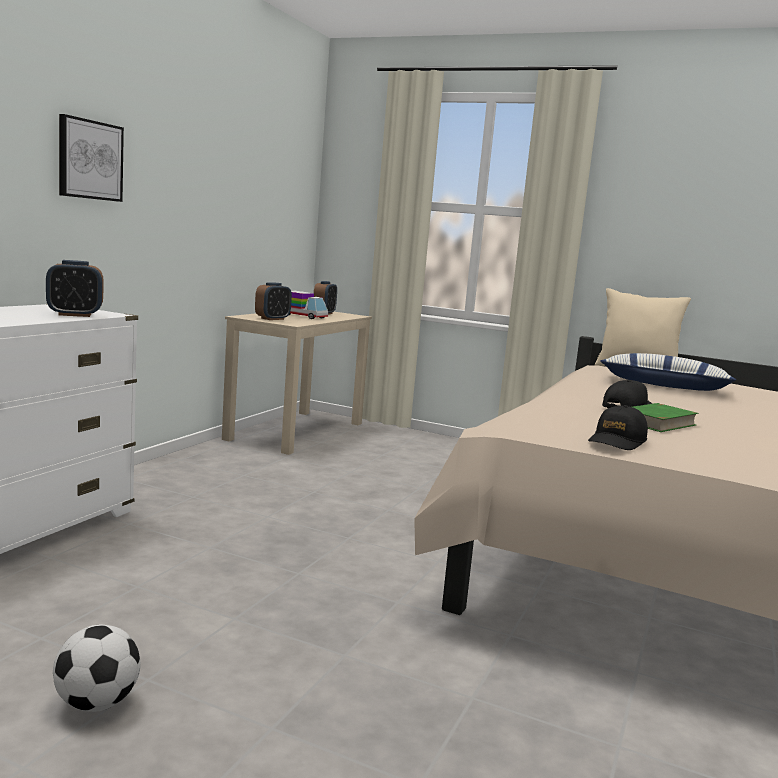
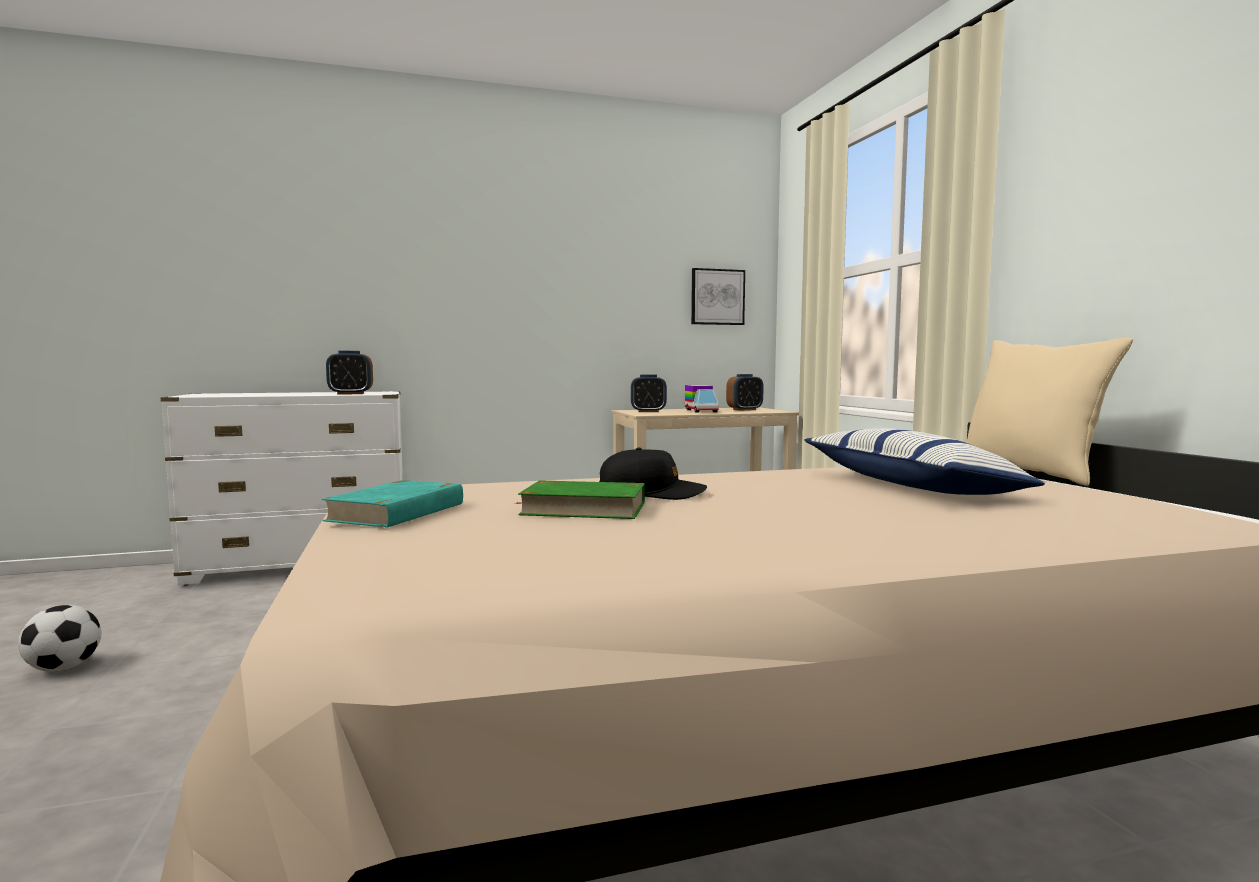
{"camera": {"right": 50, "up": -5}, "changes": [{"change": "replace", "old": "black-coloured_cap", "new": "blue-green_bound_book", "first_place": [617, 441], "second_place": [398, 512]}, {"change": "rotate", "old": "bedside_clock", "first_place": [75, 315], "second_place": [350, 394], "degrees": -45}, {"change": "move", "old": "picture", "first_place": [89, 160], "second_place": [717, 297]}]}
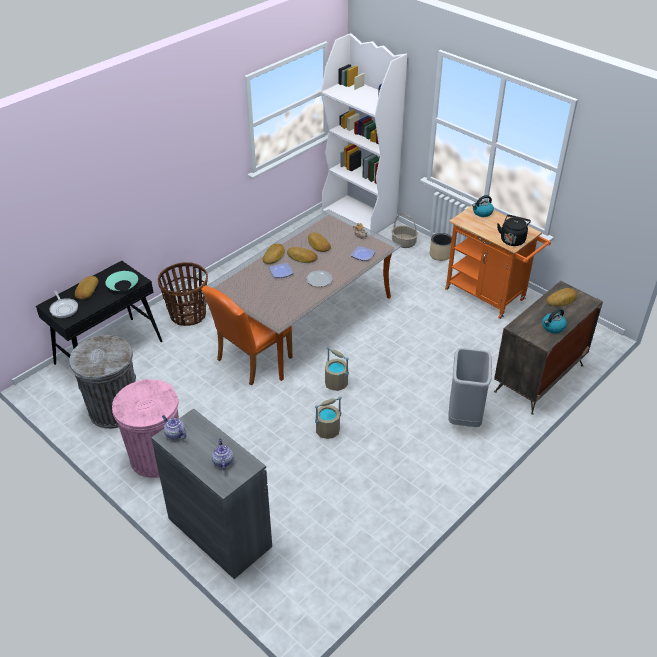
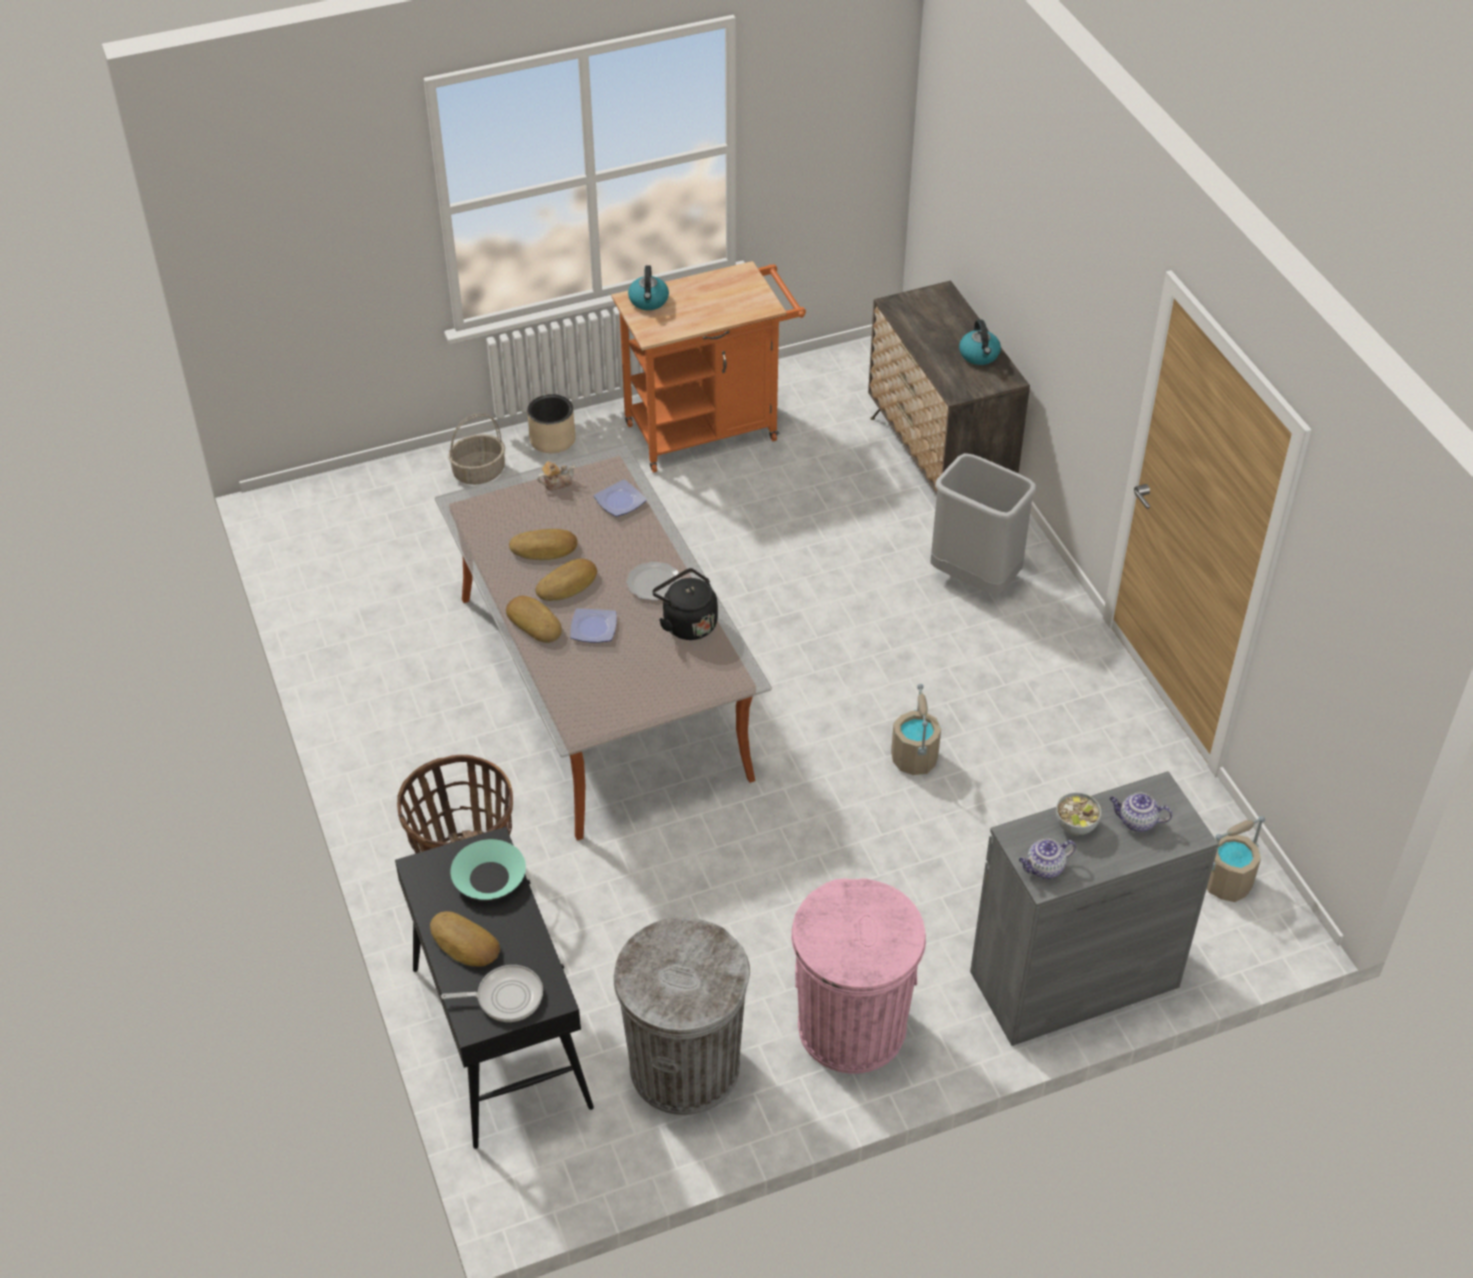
{"camera": {"right": -65, "up": 5}, "changes": [{"change": "move", "old": "black-coloured_tea_kettle", "first_place": [512, 239], "second_place": [687, 623]}, {"change": "insert", "new": "serving_bowl", "second_place": [1076, 825]}, {"change": "move", "old": "beige_pail", "first_place": [336, 383], "second_place": [1227, 882]}, {"change": "delete", "old": "orange-coloured_plain_chair", "first_place": [250, 361]}, {"change": "delete", "old": "white_bookcase", "first_place": [359, 216]}, {"change": "delete", "old": "bakery_bread", "first_place": [561, 300]}]}
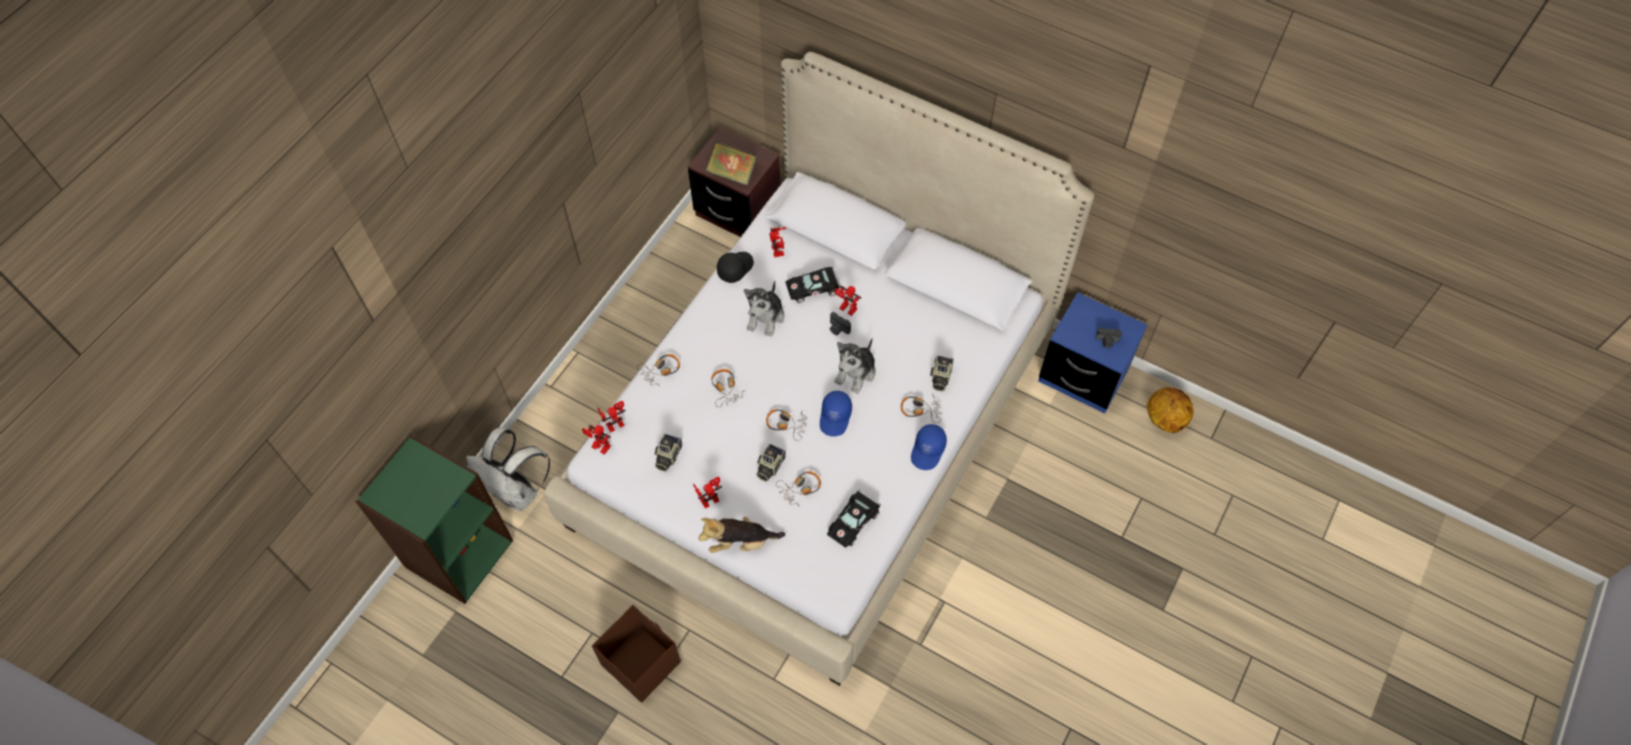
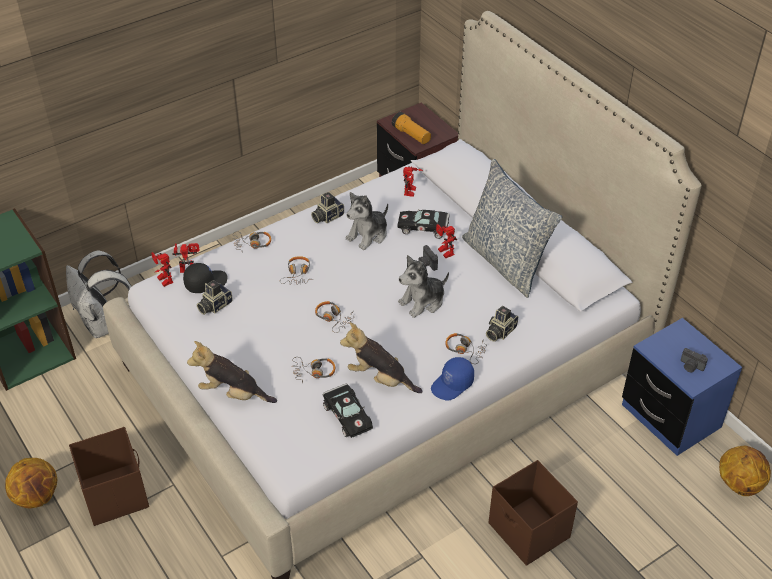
{"camera": {"right": 25, "up": -15}, "changes": [{"change": "insert", "new": "basketball_ball", "second_place": [37, 497]}, {"change": "move", "old": "black-coloured_cap", "first_place": [735, 268], "second_place": [205, 282]}, {"change": "move", "old": "still_camera", "first_place": [769, 466], "second_place": [327, 216]}, {"change": "rotate", "old": "black-coloured_toy_car", "first_place": [854, 521], "second_place": [347, 415], "degrees": -90}, {"change": "insert", "new": "soft_toy", "second_place": [380, 378]}, {"change": "replace", "old": "bound_book", "new": "flashlight", "first_place": [732, 173], "second_place": [411, 135]}, {"change": "insert", "new": "throw_pillow", "second_place": [506, 262]}, {"change": "insert", "new": "brown-coloured_storage_container", "second_place": [529, 532]}, {"change": "delete", "old": "toy_robot", "first_place": [709, 497]}, {"change": "delete", "old": "blue-coloured_cap", "first_place": [836, 417]}]}
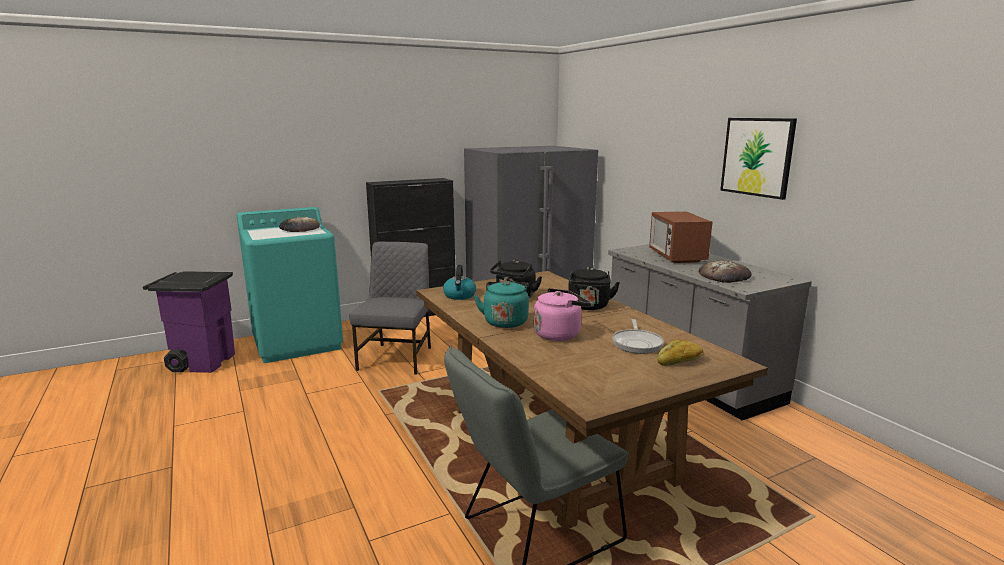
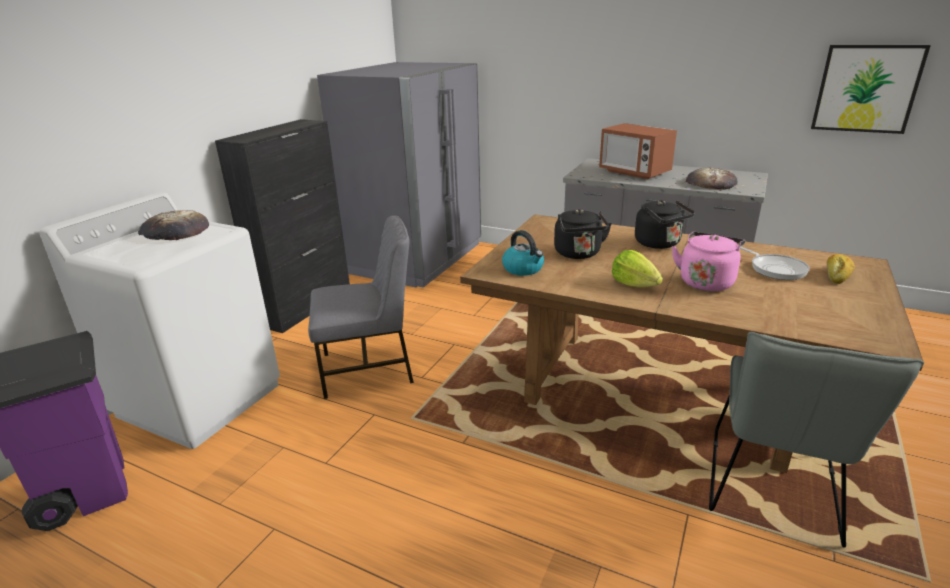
{"camera": {"right": -35, "up": 10}, "changes": [{"change": "recolor", "old": "blue-green_laundry_appliance", "new": "white_laundry_appliance", "first_place": [298, 342], "second_place": [200, 399]}, {"change": "rotate", "old": "grey_plain_chair", "first_place": [397, 358], "second_place": [369, 369], "degrees": 105}, {"change": "replace", "old": "blue-green_tea_kettle", "new": "lettuce", "first_place": [505, 321], "second_place": [634, 284]}, {"change": "move", "old": "picture", "first_place": [757, 157], "second_place": [866, 88]}]}
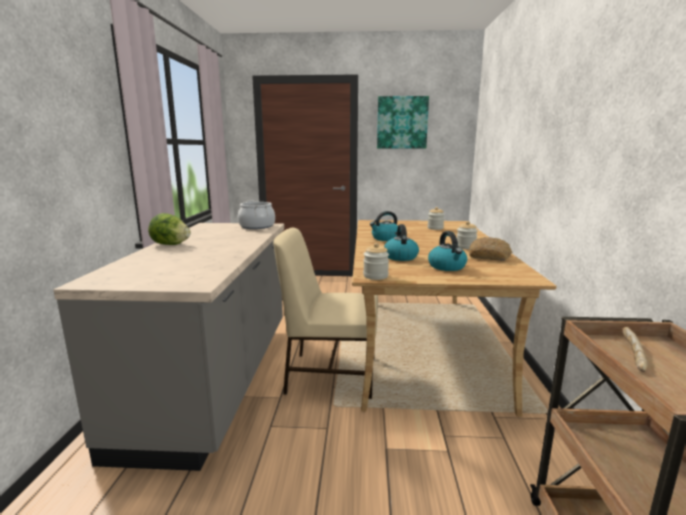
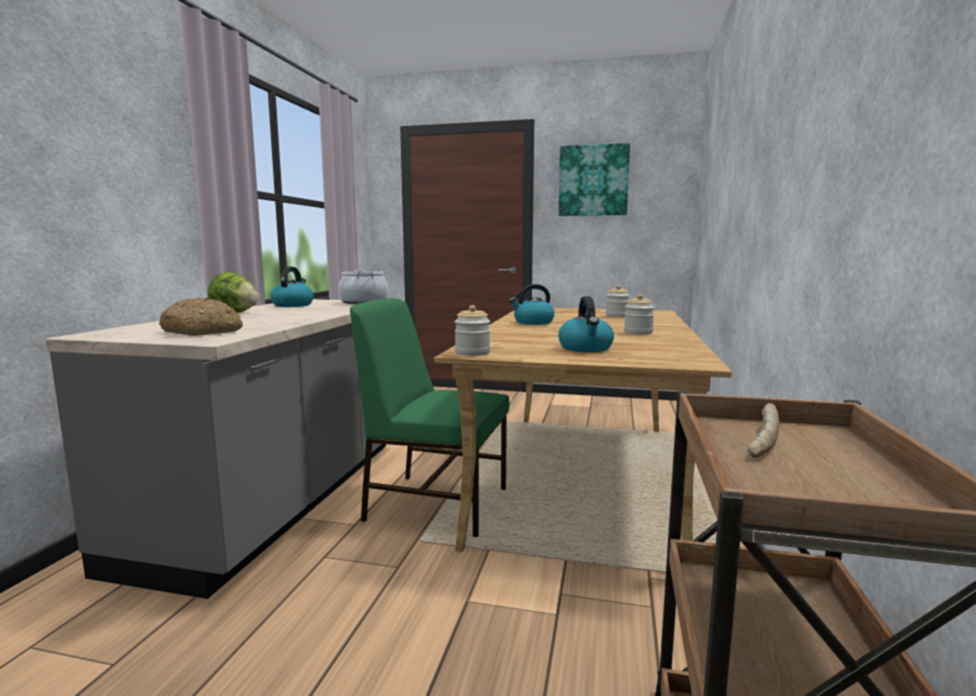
{"camera": {"right": 10, "up": -5}, "changes": [{"change": "move", "old": "bakery_bread", "first_place": [489, 256], "second_place": [203, 331]}, {"change": "move", "old": "tea_kettle", "first_place": [400, 257], "second_place": [293, 305]}, {"change": "recolor", "old": "beige_plain_chair", "new": "greenish_plain_chair", "first_place": [330, 374], "second_place": [435, 503]}]}
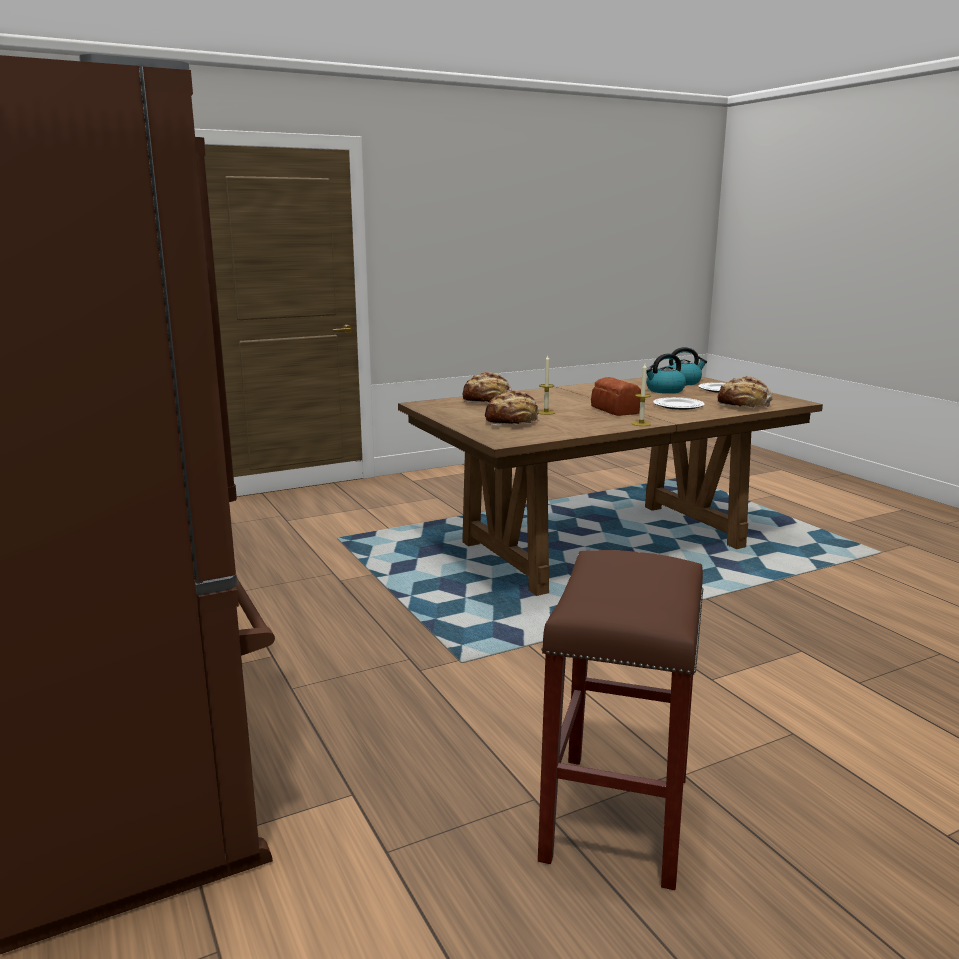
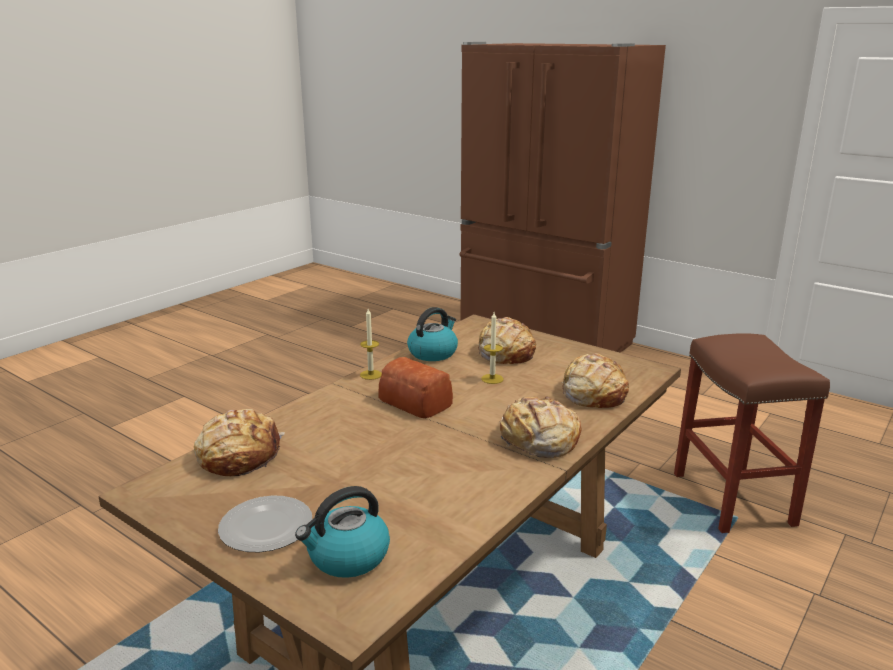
{"camera": {"right": 155, "up": 5}, "changes": [{"change": "move", "old": "tea_kettle", "first_place": [664, 390], "second_place": [433, 353]}, {"change": "insert", "new": "bakery_bread", "second_place": [538, 440]}, {"change": "move", "old": "brown-coloured_stool_seat", "first_place": [617, 819], "second_place": [731, 498]}, {"change": "delete", "old": "dinner_plate", "first_place": [678, 405]}]}
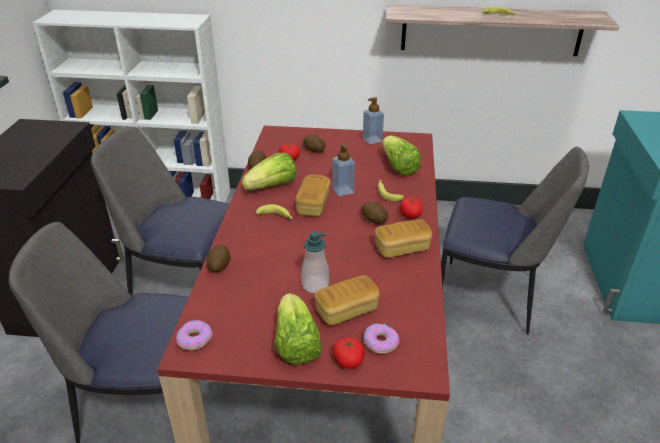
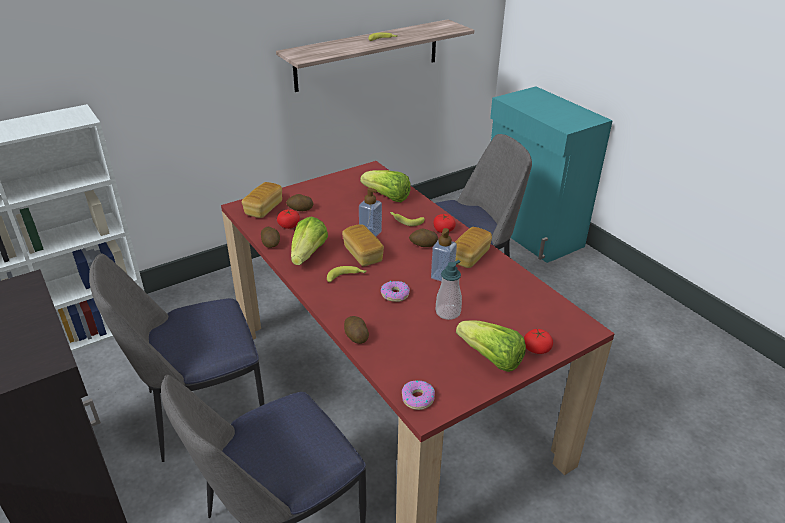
{"camera": {"right": -40, "up": 0}, "changes": [{"change": "move", "old": "bakery_bread", "first_place": [346, 310], "second_place": [263, 209]}, {"change": "move", "old": "donut", "first_place": [380, 342], "second_place": [395, 294]}, {"change": "move", "old": "liquid_soap_bottle", "first_place": [372, 140], "second_place": [442, 276]}]}
